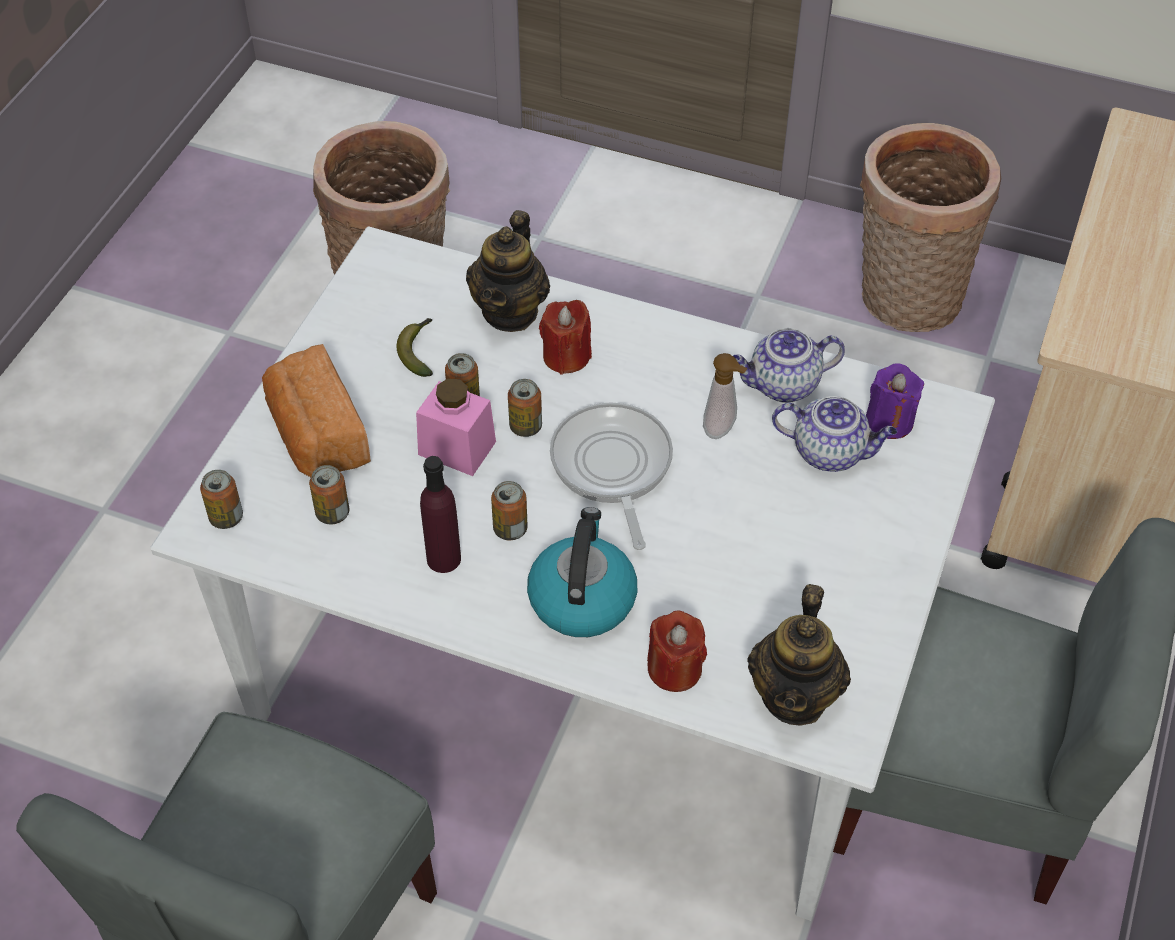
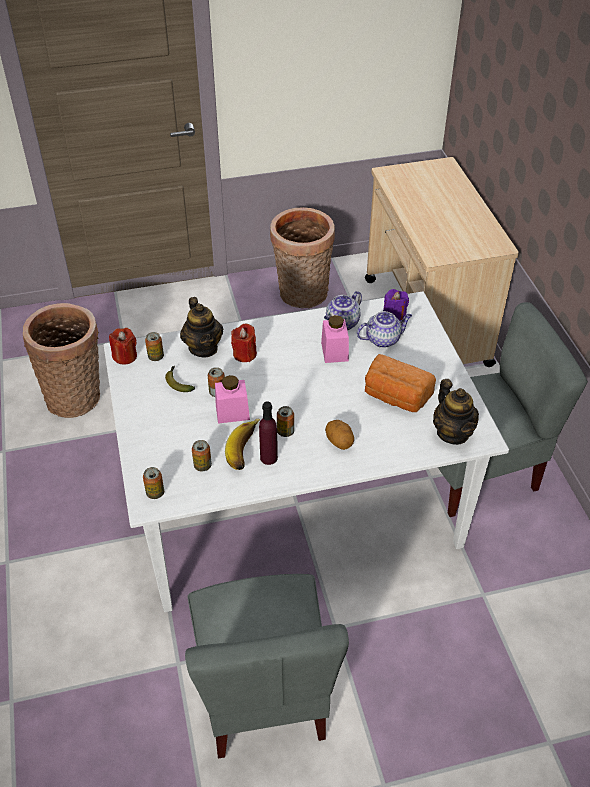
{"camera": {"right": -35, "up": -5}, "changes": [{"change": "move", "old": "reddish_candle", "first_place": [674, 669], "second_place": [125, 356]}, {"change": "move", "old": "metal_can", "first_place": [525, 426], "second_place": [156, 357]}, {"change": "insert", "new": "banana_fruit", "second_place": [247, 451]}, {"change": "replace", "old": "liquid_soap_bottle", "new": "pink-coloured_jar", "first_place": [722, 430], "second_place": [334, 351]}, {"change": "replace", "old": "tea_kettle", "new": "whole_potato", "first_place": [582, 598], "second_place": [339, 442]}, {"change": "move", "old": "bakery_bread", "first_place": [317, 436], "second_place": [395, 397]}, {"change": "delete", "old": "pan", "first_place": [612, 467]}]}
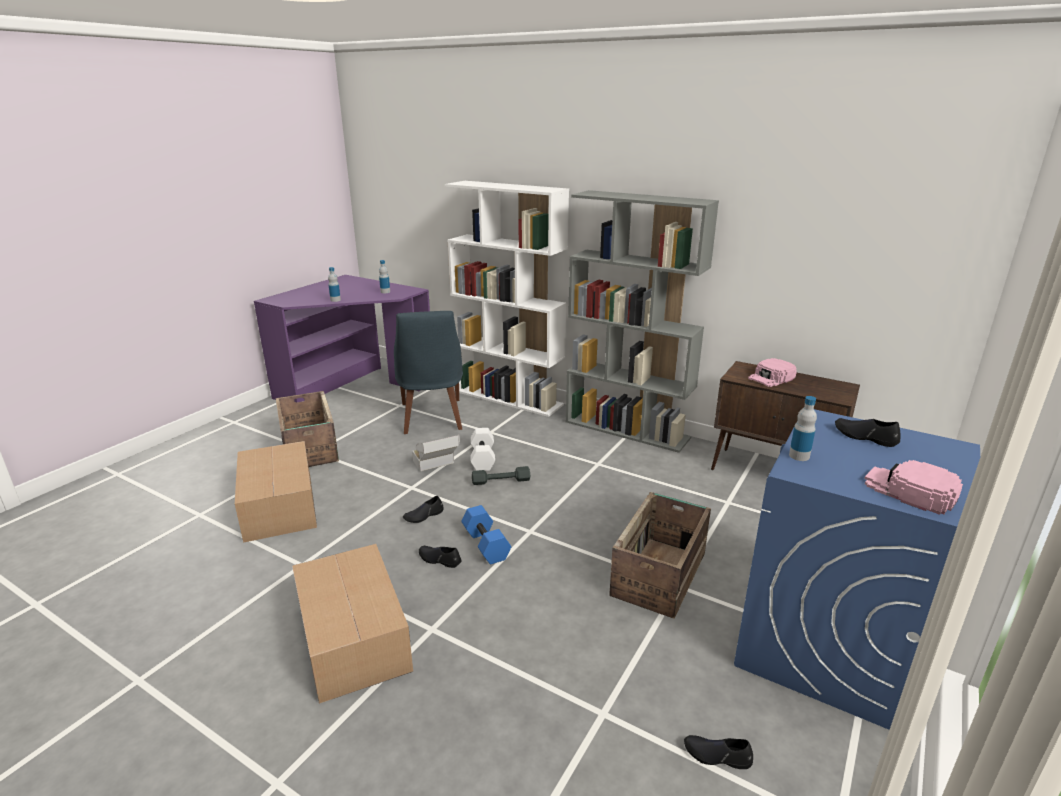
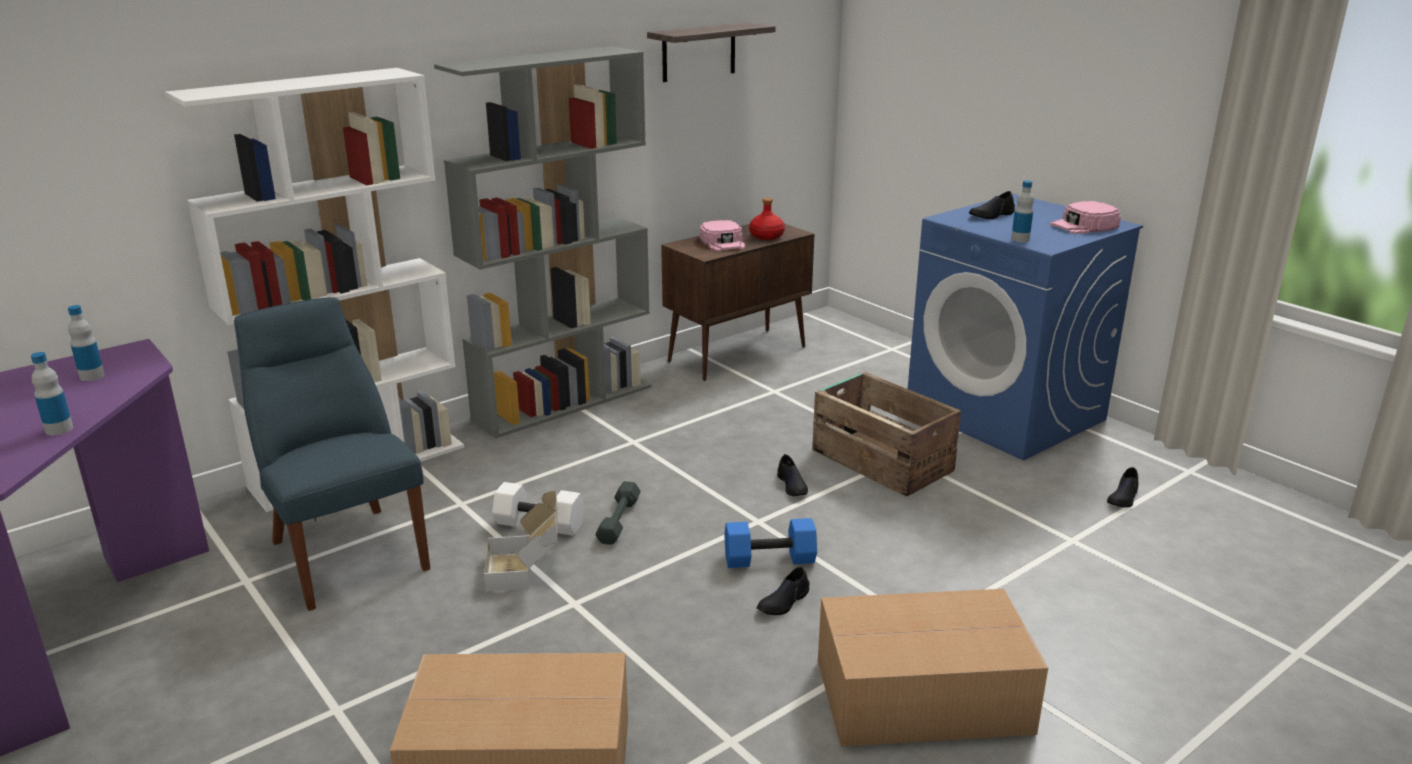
{"camera": {"right": -70, "up": 0}, "changes": [{"change": "rotate", "old": "blue-coloured_plain_chair", "first_place": [432, 418], "second_place": [345, 551], "degrees": -135}, {"change": "insert", "new": "shelf", "second_place": [699, 52]}, {"change": "insert", "new": "reddish_beverage_bottle", "second_place": [766, 236]}, {"change": "move", "old": "black-coloured_shoe", "first_place": [423, 515], "second_place": [792, 485]}, {"change": "delete", "old": "packing_crate", "first_place": [309, 449]}]}
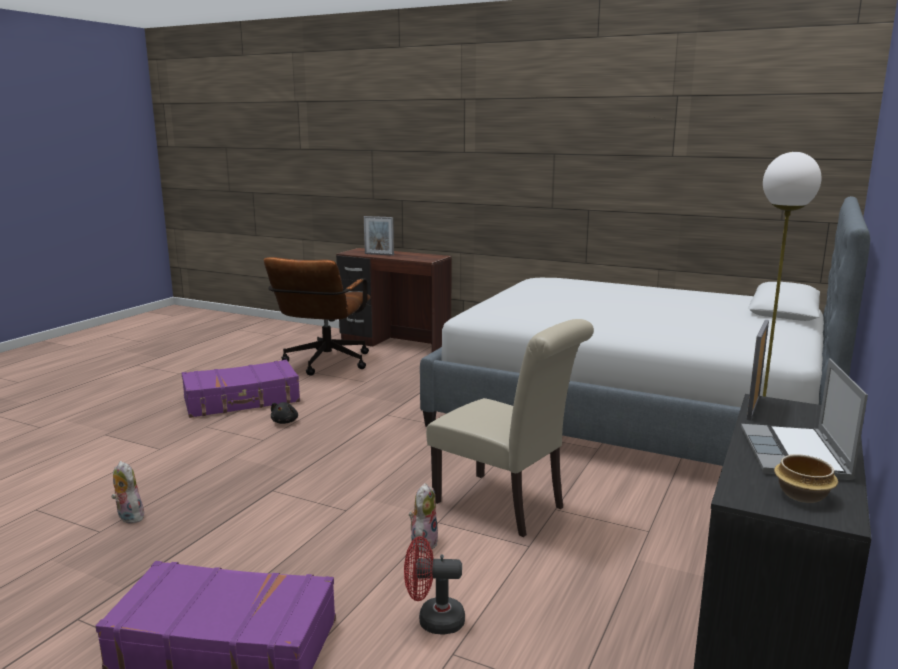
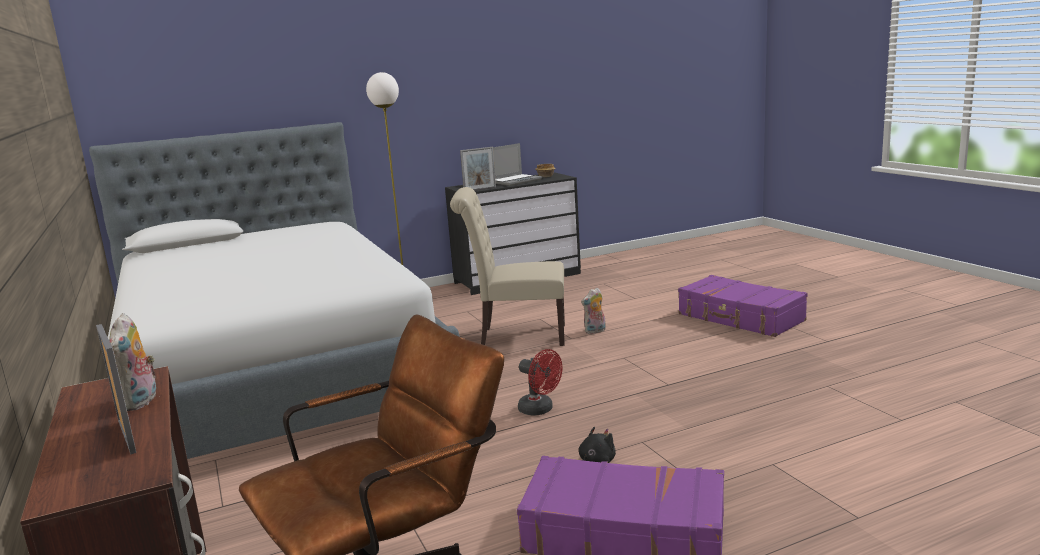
{"camera": {"right": -140, "up": 0}, "changes": [{"change": "move", "old": "soft_toy", "first_place": [128, 517], "second_place": [140, 402]}, {"change": "rotate", "old": "beige_plain_chair", "first_place": [505, 506], "second_place": [517, 336], "degrees": -75}, {"change": "move", "old": "reddish_fan", "first_place": [433, 620], "second_place": [540, 410]}]}
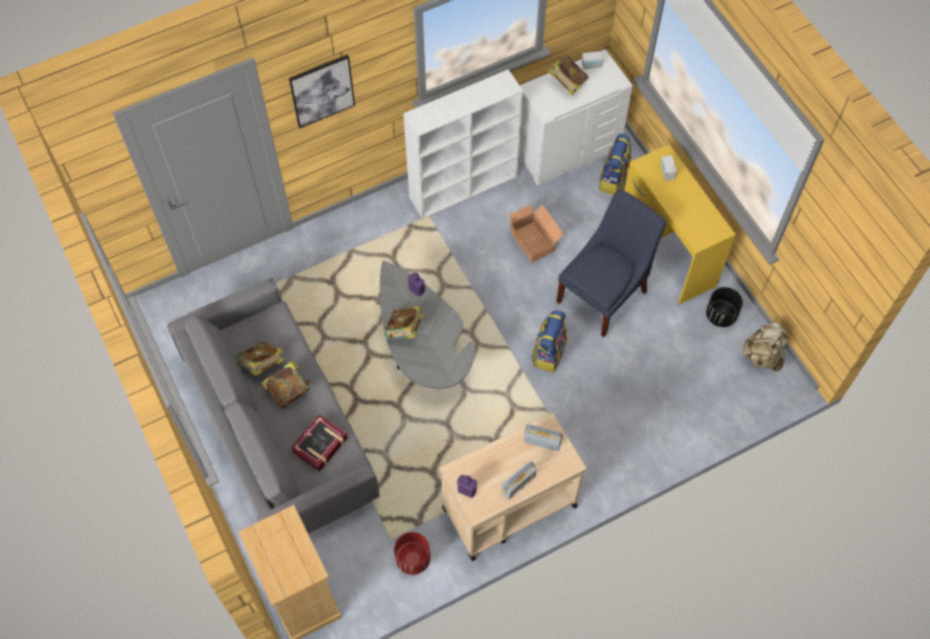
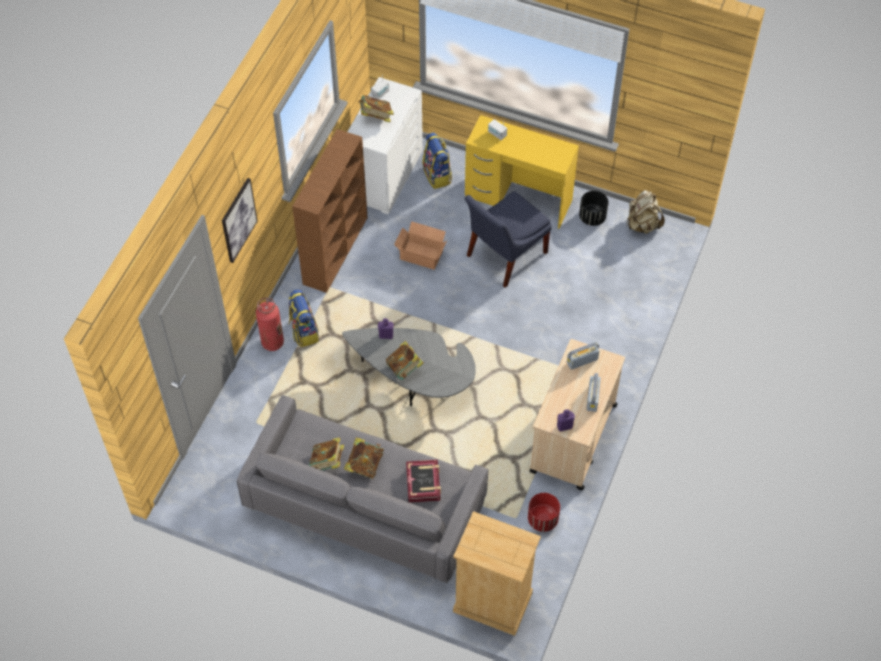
{"camera": {"right": -40, "up": -5}, "changes": [{"change": "insert", "new": "extinguisher", "second_place": [272, 342]}, {"change": "move", "old": "knapsack", "first_place": [548, 353], "second_place": [303, 331]}, {"change": "recolor", "old": "white_bookcase", "new": "brown-coloured_bookcase", "first_place": [464, 186], "second_place": [335, 249]}, {"change": "rotate", "old": "blue-coloured_plain_chair", "first_place": [604, 294], "second_place": [504, 256], "degrees": -135}]}
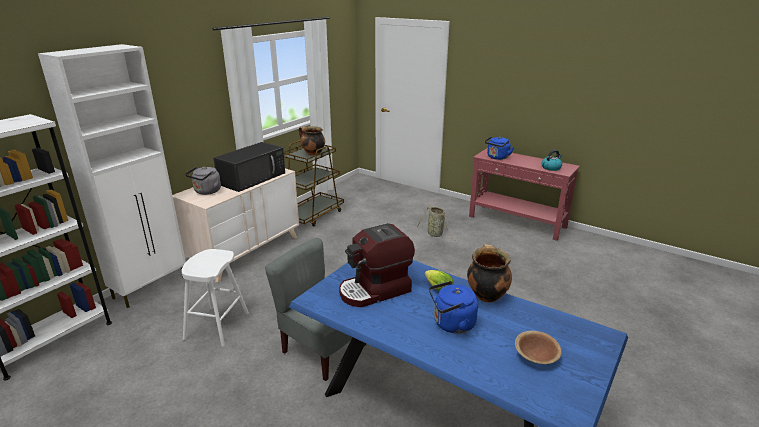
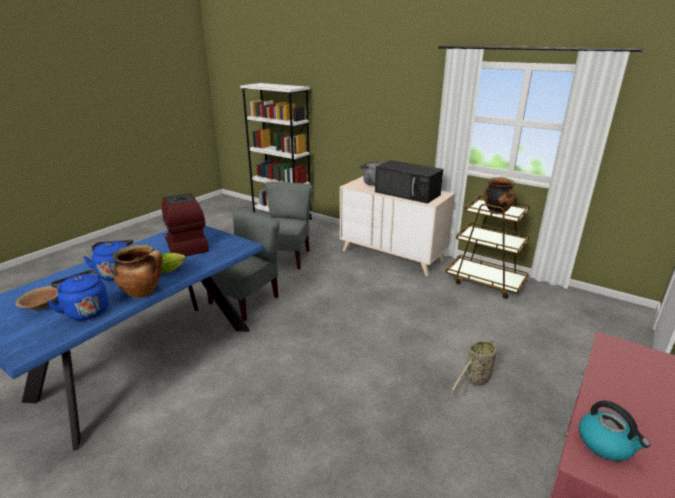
{"camera": {"right": 90, "up": 0}, "changes": [{"change": "move", "old": "blue-coloured_tea_kettle", "first_place": [497, 158], "second_place": [85, 311]}, {"change": "replace", "old": "white_stool_seat", "new": "grey_plain_chair", "first_place": [217, 326], "second_place": [285, 257]}, {"change": "delete", "old": "white_storage_cabinet", "first_place": [151, 287]}]}
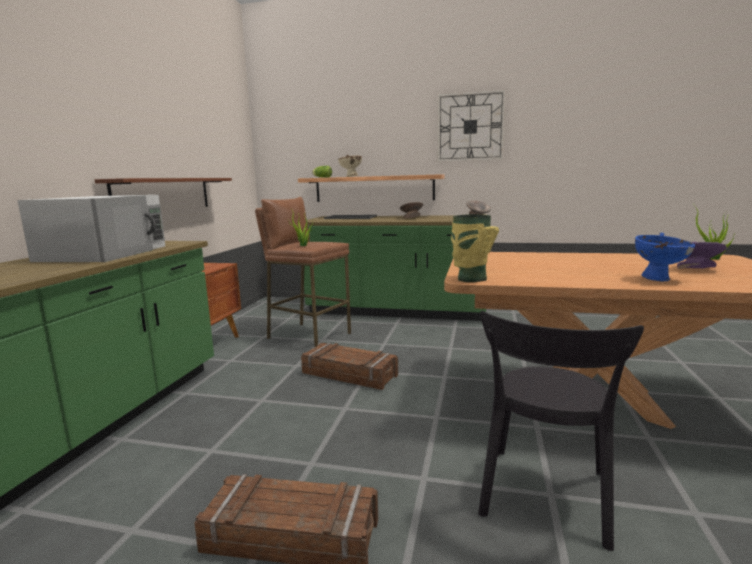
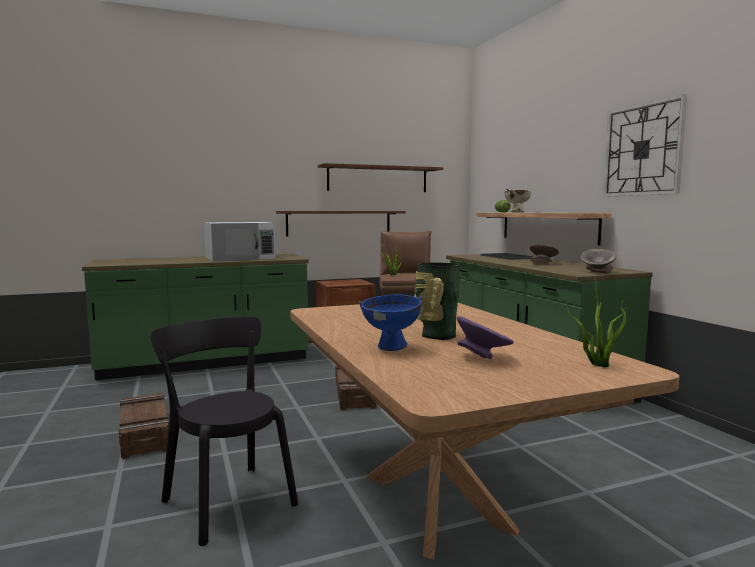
{"camera": {"right": 55, "up": -5}, "changes": [{"change": "rotate", "old": "black-coloured_plain_chair", "first_place": [544, 499], "second_place": [227, 499], "degrees": 60}, {"change": "insert", "new": "brown-coloured_shelf", "second_place": [378, 179]}, {"change": "move", "old": "vase", "first_place": [470, 279], "second_place": [436, 335]}]}
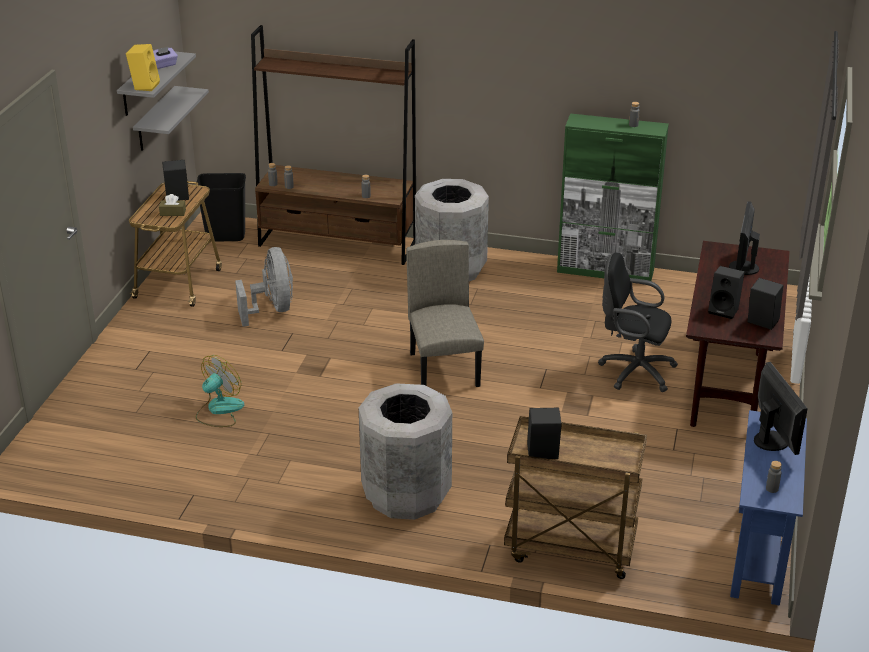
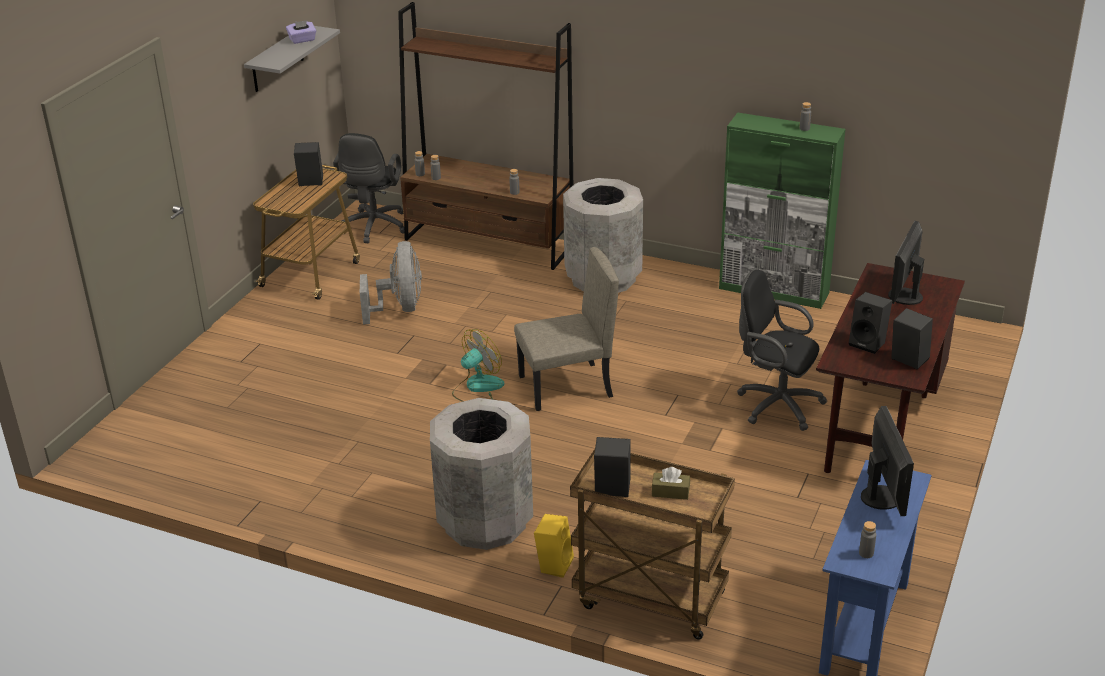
{"camera": {"right": 10, "up": 0}, "changes": [{"change": "replace", "old": "black-coloured_rubbish_bin", "new": "black-coloured_office_chair", "first_place": [225, 237], "second_place": [373, 228]}, {"change": "move", "old": "fan", "first_place": [219, 410], "second_place": [477, 388]}, {"change": "rotate", "old": "beige_plain_chair", "first_place": [445, 369], "second_place": [566, 387], "degrees": 75}, {"change": "move", "old": "yellow_audio_speaker", "first_place": [144, 86], "second_place": [554, 564]}, {"change": "move", "old": "brown-coloured_tissue_box", "first_place": [173, 212], "second_place": [670, 492]}, {"change": "delete", "old": "grey_shelf", "first_place": [155, 119]}]}
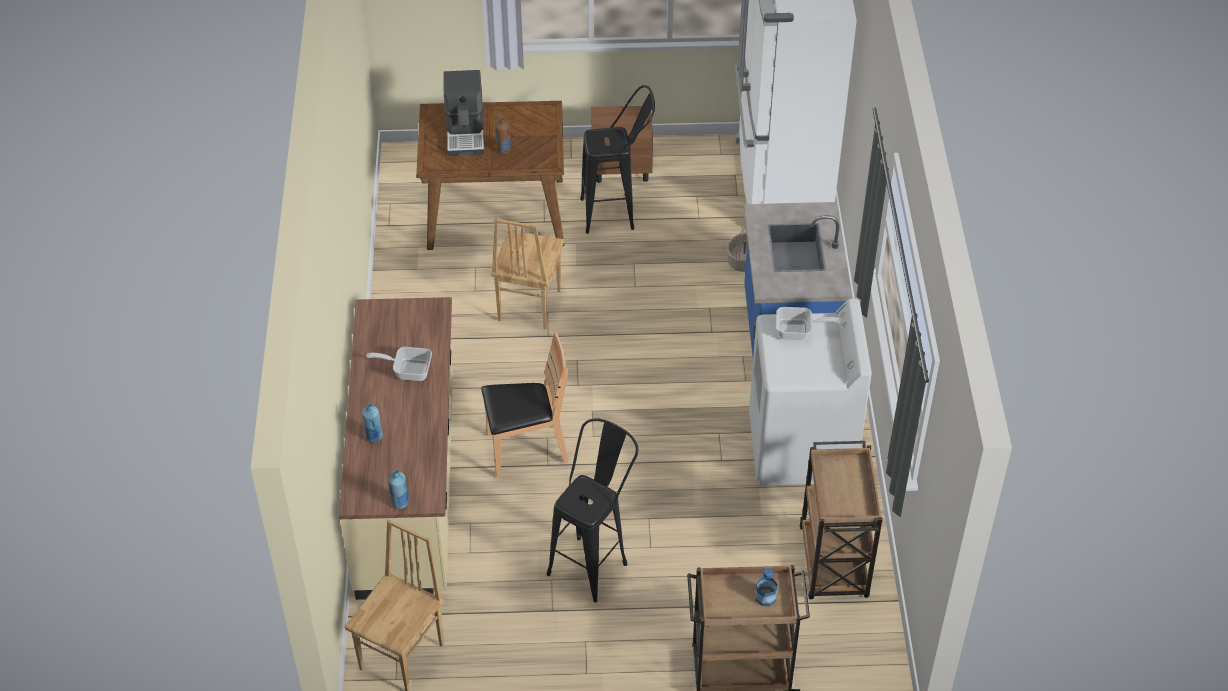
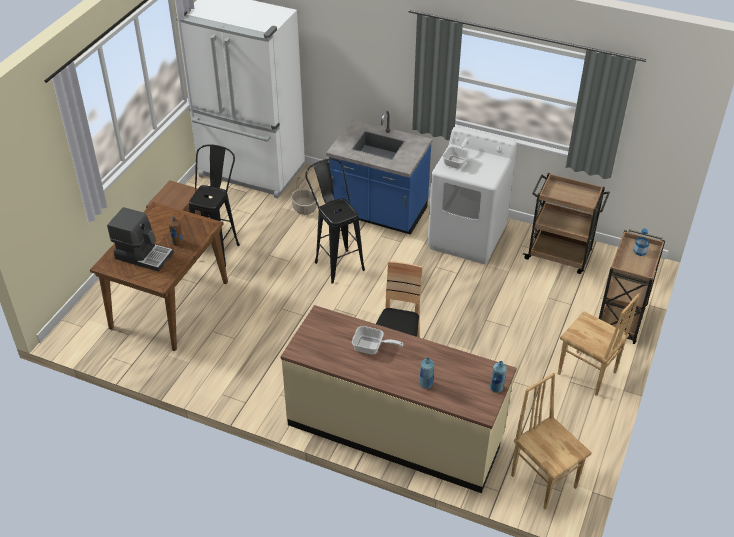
{"camera": {"right": -65, "up": -5}, "changes": [{"change": "move", "old": "black-coloured_stool_seat", "first_place": [594, 561], "second_place": [335, 262]}, {"change": "rotate", "old": "pan", "first_place": [408, 370], "second_place": [372, 347], "degrees": -105}, {"change": "move", "old": "brown-coloured_plain_chair", "first_place": [528, 305], "second_place": [586, 374]}]}
